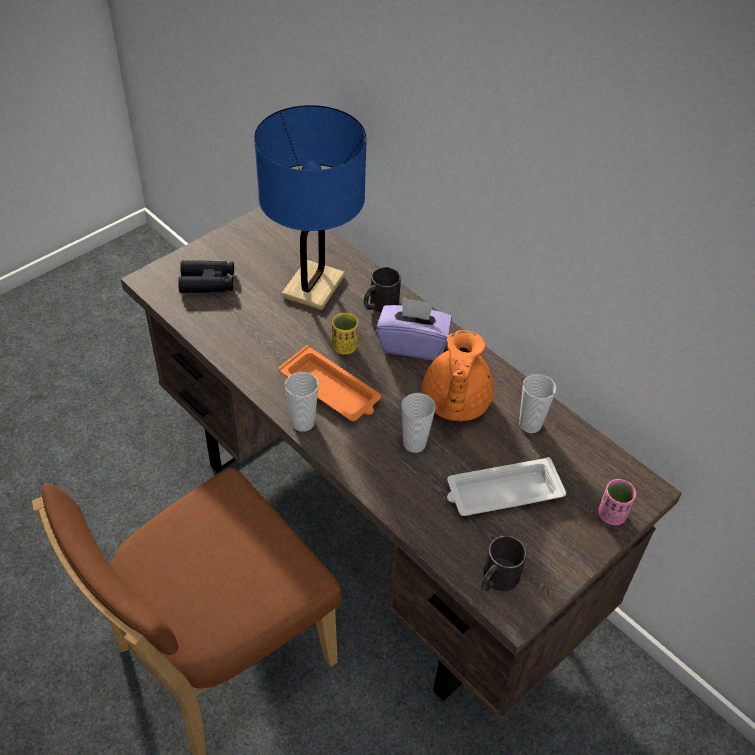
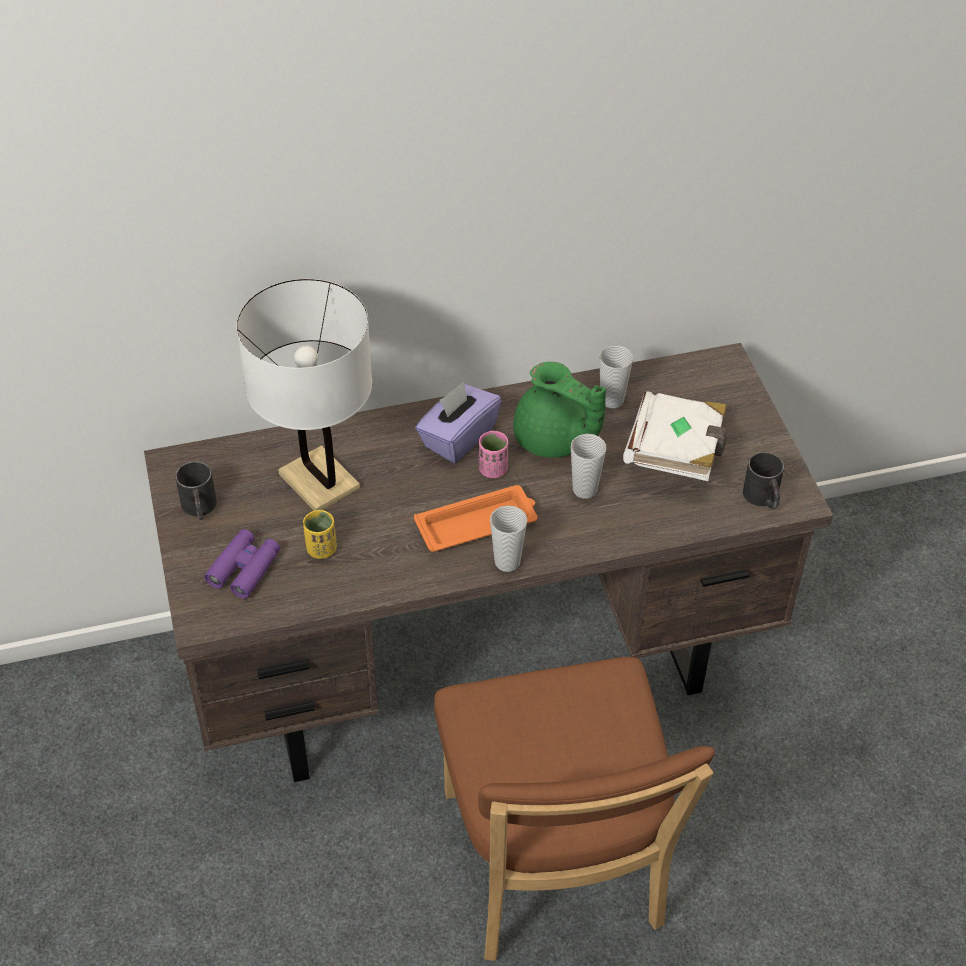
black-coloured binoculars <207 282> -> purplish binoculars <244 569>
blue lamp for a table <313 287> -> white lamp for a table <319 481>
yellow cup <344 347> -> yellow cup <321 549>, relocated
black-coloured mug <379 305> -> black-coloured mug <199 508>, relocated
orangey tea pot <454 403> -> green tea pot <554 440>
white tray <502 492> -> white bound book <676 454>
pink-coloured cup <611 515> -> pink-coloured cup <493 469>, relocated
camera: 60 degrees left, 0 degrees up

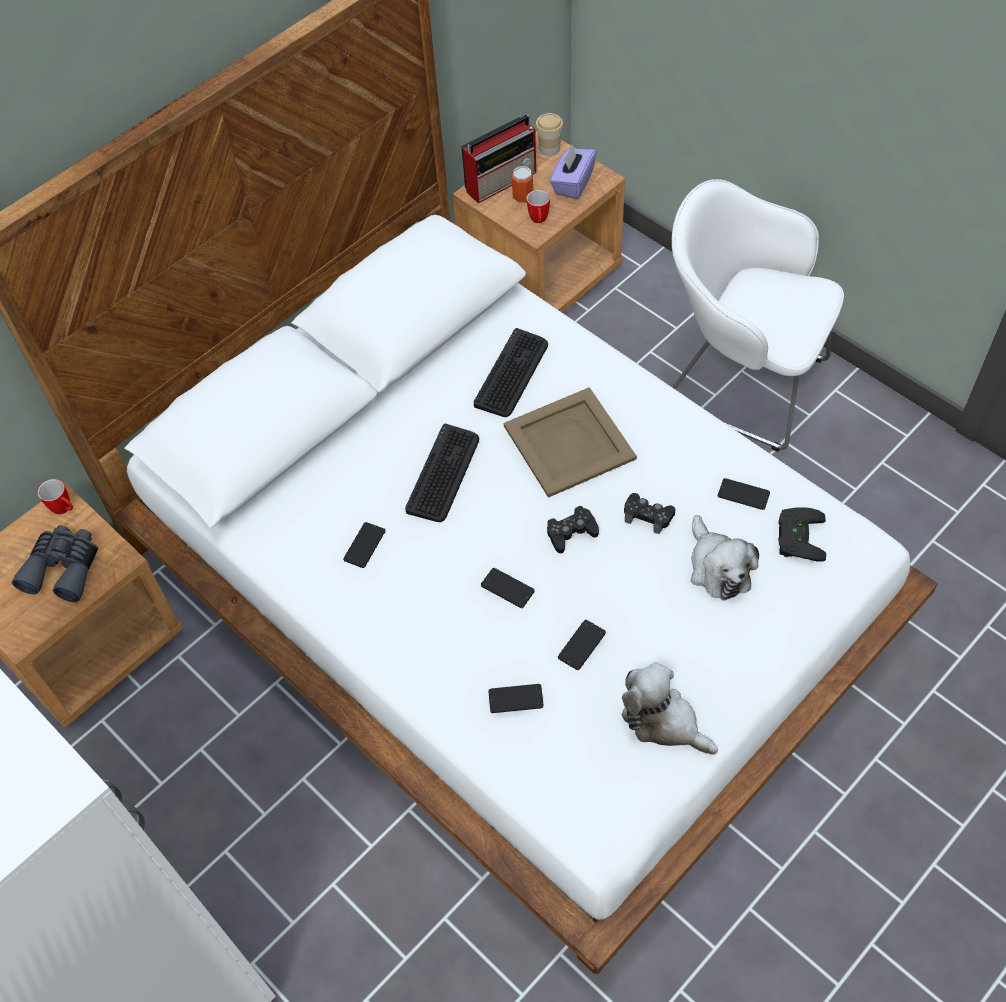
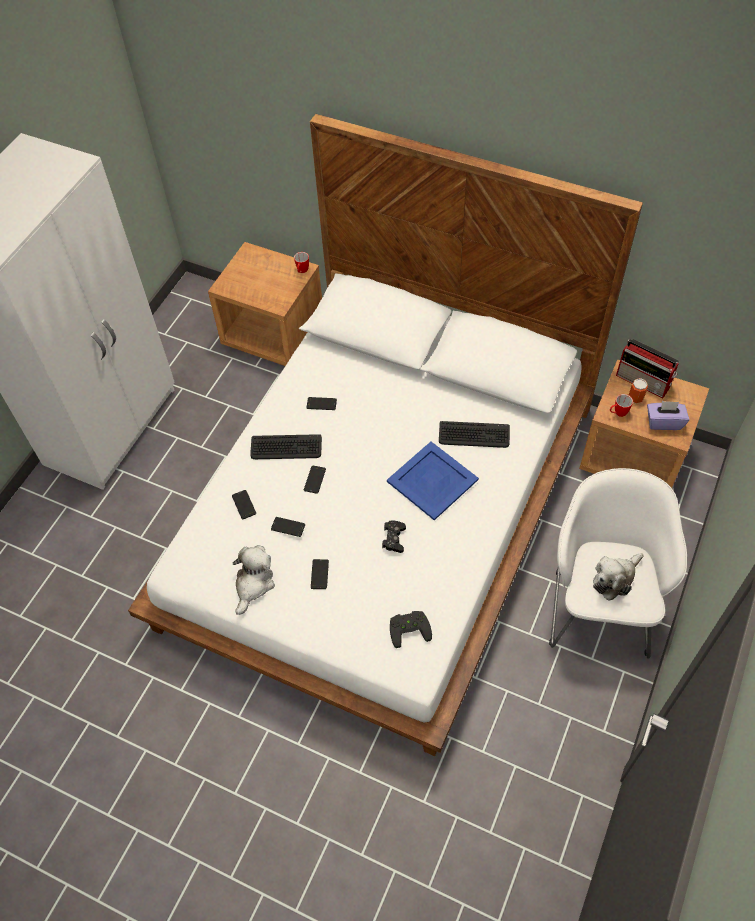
greyish binoculars <64 568> -> none
PC keyboard <443 474> -> PC keyboard <286 448>, relocated
beige tray <570 442> -> blue tray <432 481>
cup <549 149> -> none
black-coloured joypad <571 532> -> none
cuddly toy <718 567> -> cuddly toy <615 578>, relocated
phone <743 494> -> phone <319 574>, relocated
camera: 70 degrees right, 0 degrees up

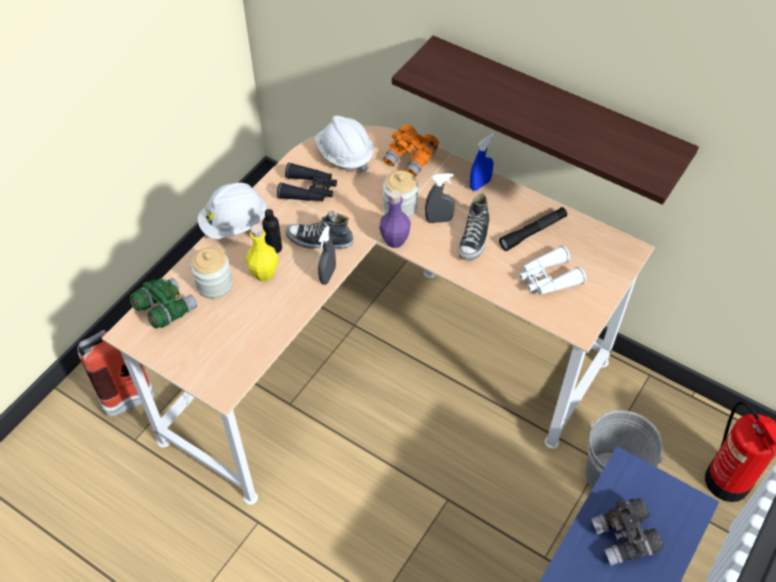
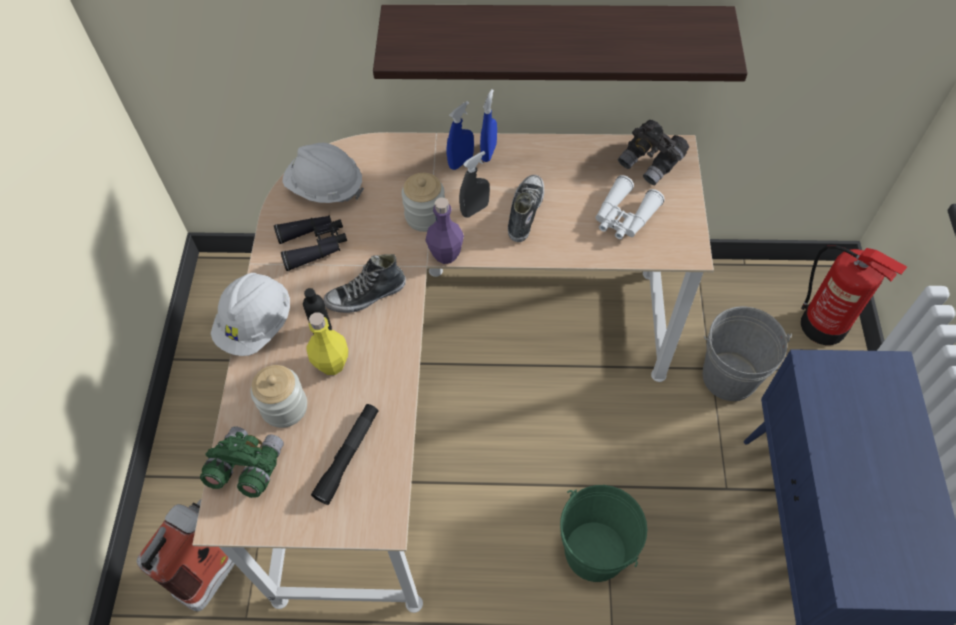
greyish hand sprayer <328 275> -> none
orangey binoculars <411 159> -> none
item of footwear <474 239> -> item of footwear <524 212>, 150 degrees counterclockwise
black-coloured torch <533 232> -> black-coloured torch <348 456>, relocated
greyish binoculars <624 539> -> greyish binoculars <651 162>, relocated
none -> blue hand sprayer <461 162>
none -> green water bucket <594 551>
camera: 30 degrees left, 5 degrees up

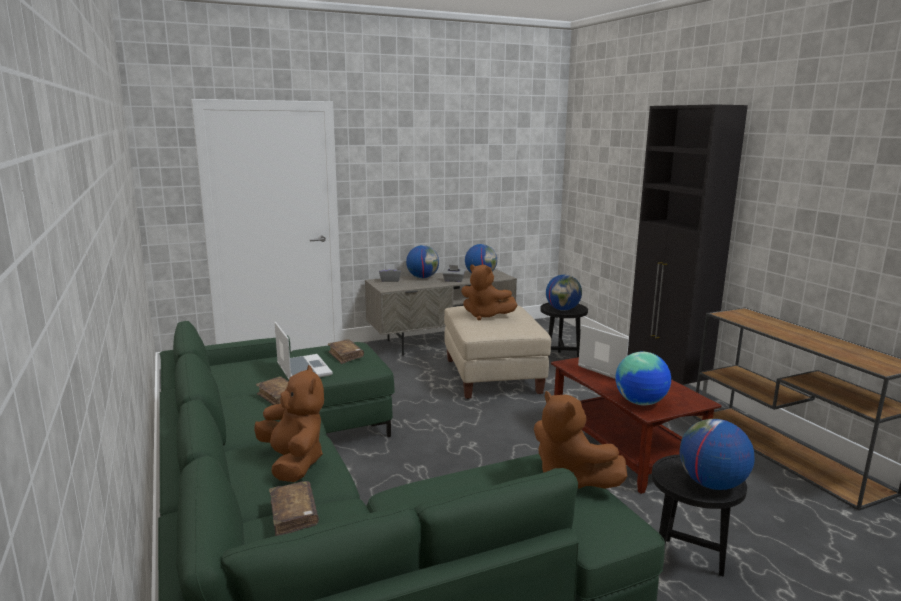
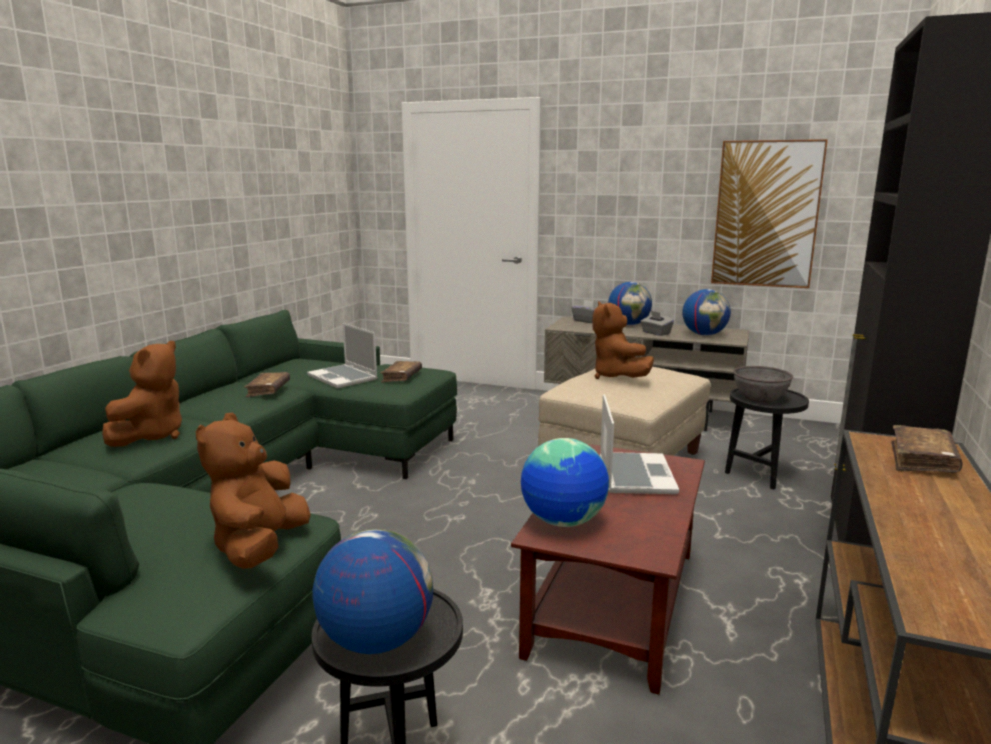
brown-coloured bound book <293 515> -> brown-coloured bound book <922 460>, relocated
portable computer <302 369> -> portable computer <344 378>, 120 degrees clockwise
world globe <563 309> -> greyish deep dish <760 397>
none -> wall art <766 214>
camera: 45 degrees right, 0 degrees up

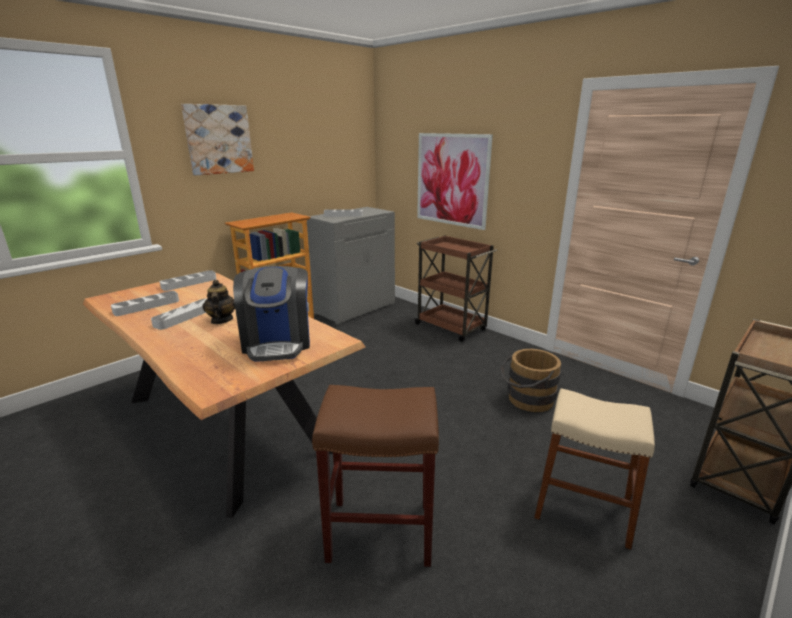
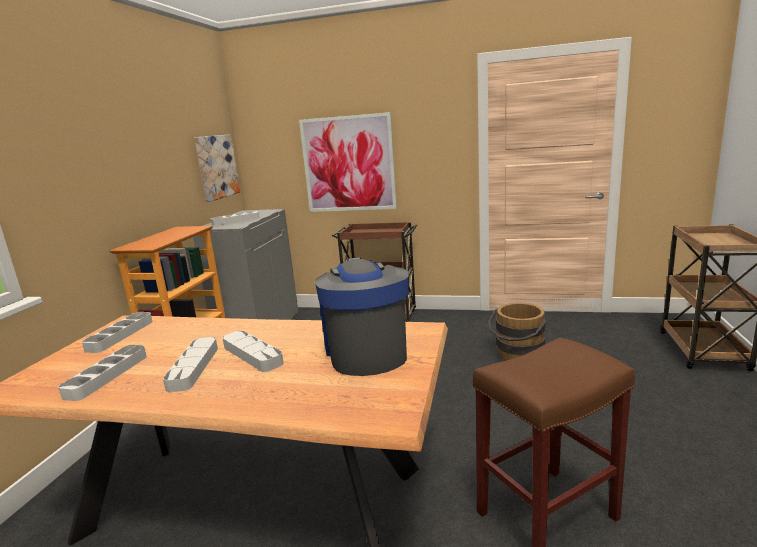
wall art <218 139> -> wall art <216 167>, relocated
tea pot <221 320> -> greyish tray <252 355>
coffee machine <277 342> -> coffee machine <366 351>, 150 degrees counterclockwise
beige stool seat <582 509> -> none
camera: 30 degrees left, 5 degrees down

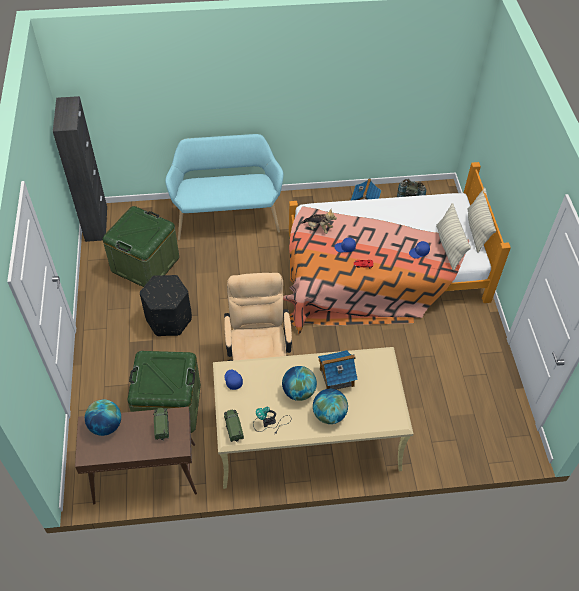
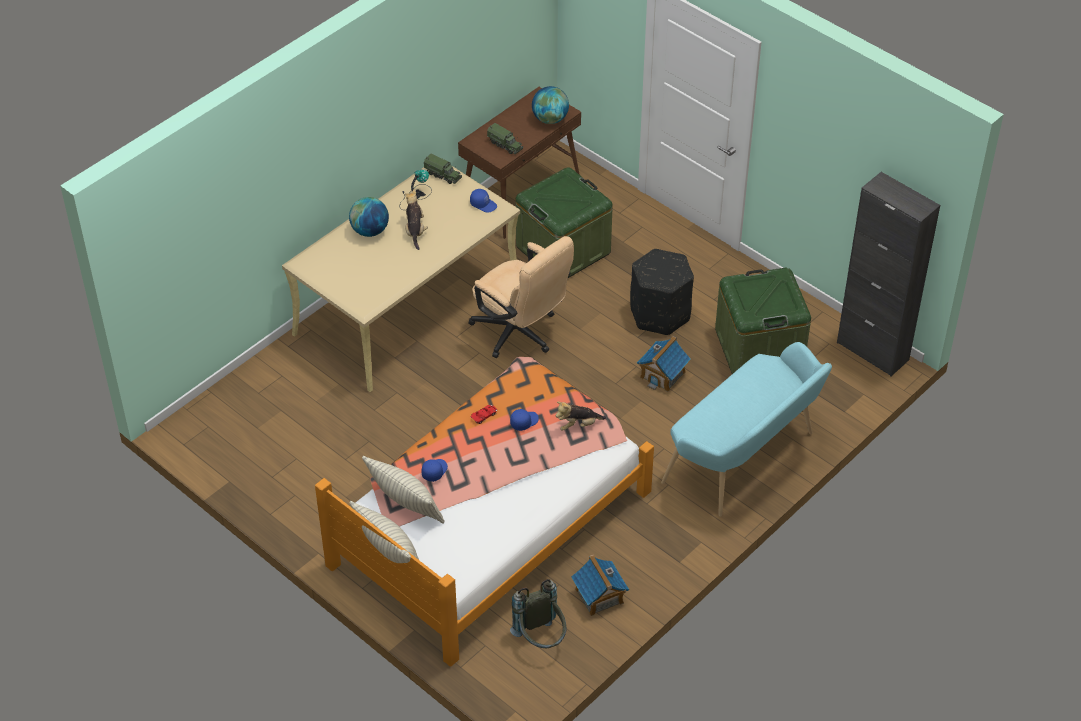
world globe <299 392> -> cuddly toy <415 231>
miniature house <336 377> -> miniature house <663 374>, relocated
camera: 140 degrees right, 5 degrees down

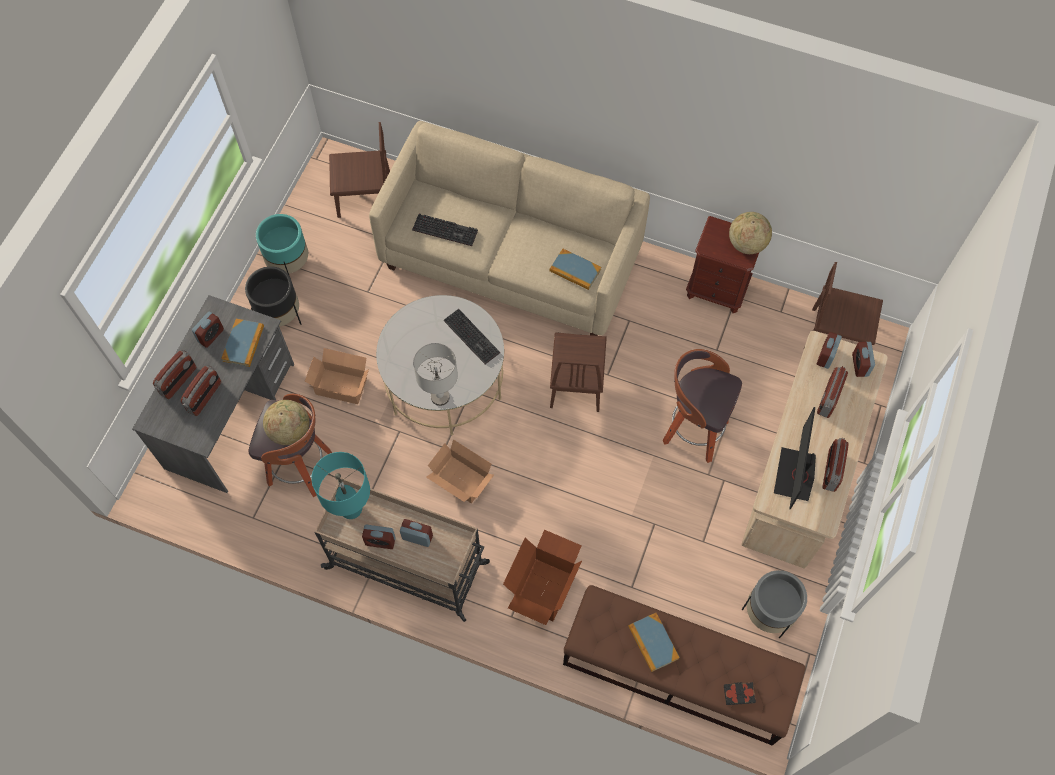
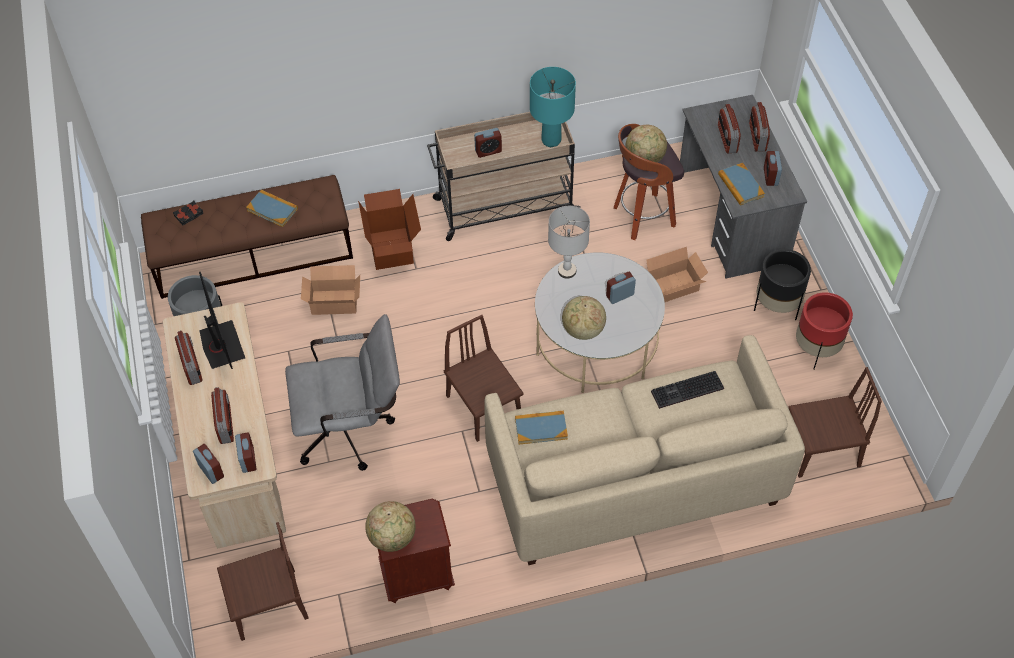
turquoise planter <289 265> -> red-coloured planter <816 349>
brown-coloured plain chair <364 197> -> brown-coloured plain chair <821 449>, 150 degrees counterclockwise
table clock <380 541> -> table clock <620 295>, relocated
carton <461 481> -> carton <333 300>, relocated
PC keyboard <473 337> -> world globe <583 330>
stool seat <693 431> -> greyish computer chair <352 429>
camera: 145 degrees right, 10 degrees down

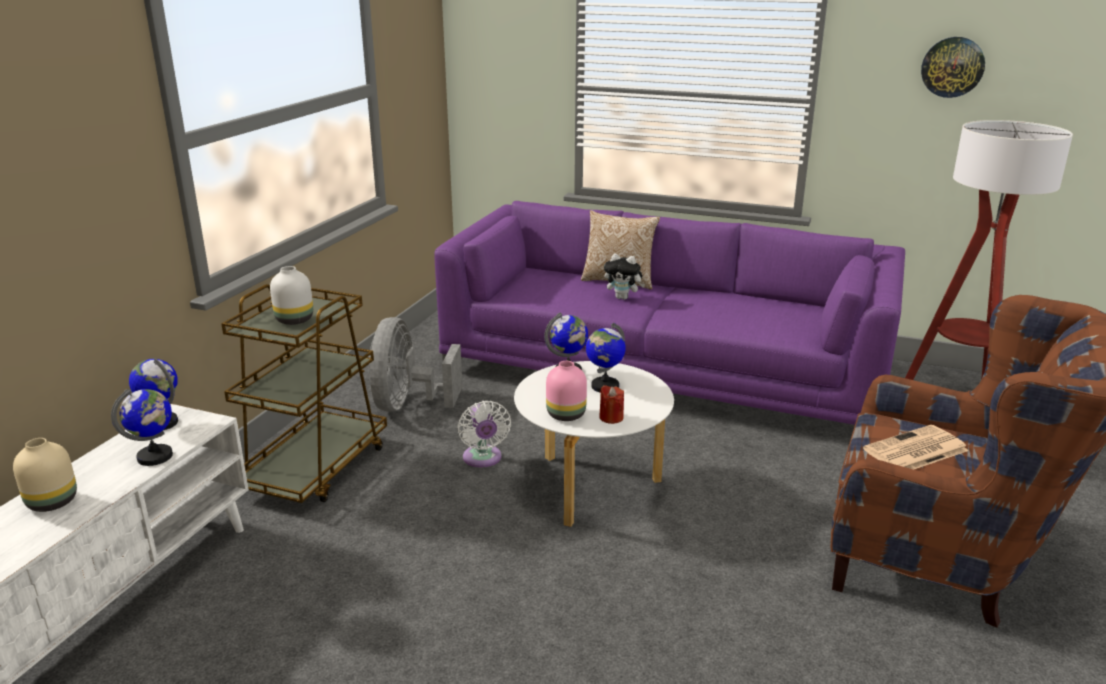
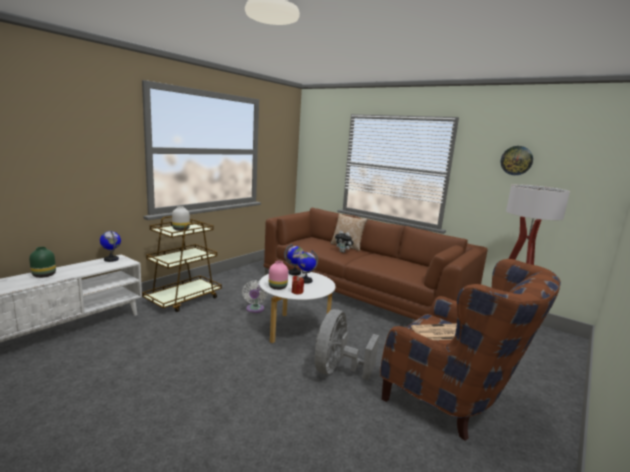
beige decorative vase <51 503> -> green decorative vase <43 275>
world globe <155 457> -> none
greyish fan <408 404> -> greyish fan <337 370>, relocated
purplish sofa <662 371> -> brown-coloured sofa <362 292>
camera: 15 degrees right, 10 degrees down

